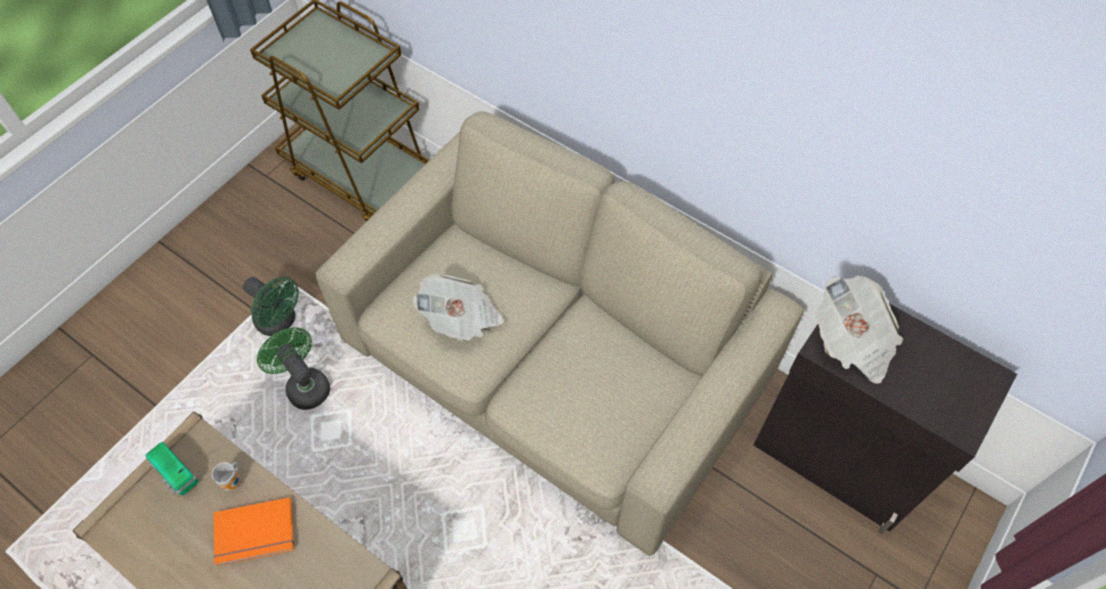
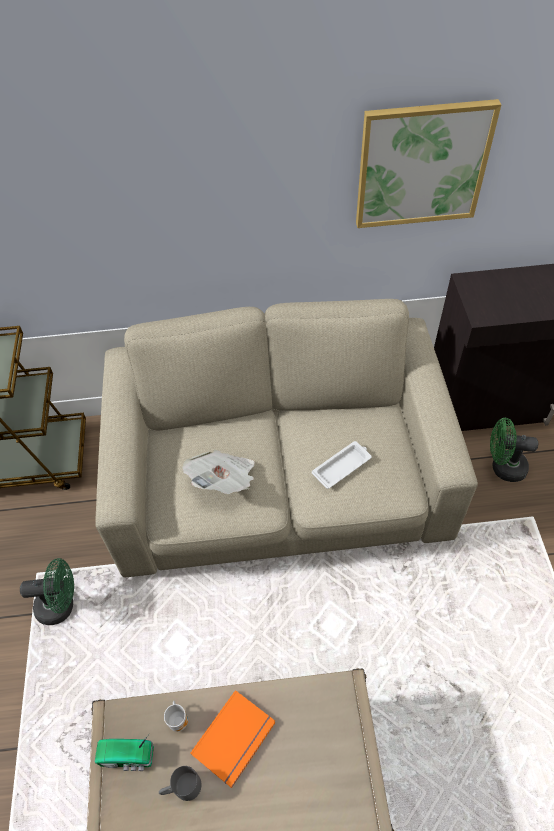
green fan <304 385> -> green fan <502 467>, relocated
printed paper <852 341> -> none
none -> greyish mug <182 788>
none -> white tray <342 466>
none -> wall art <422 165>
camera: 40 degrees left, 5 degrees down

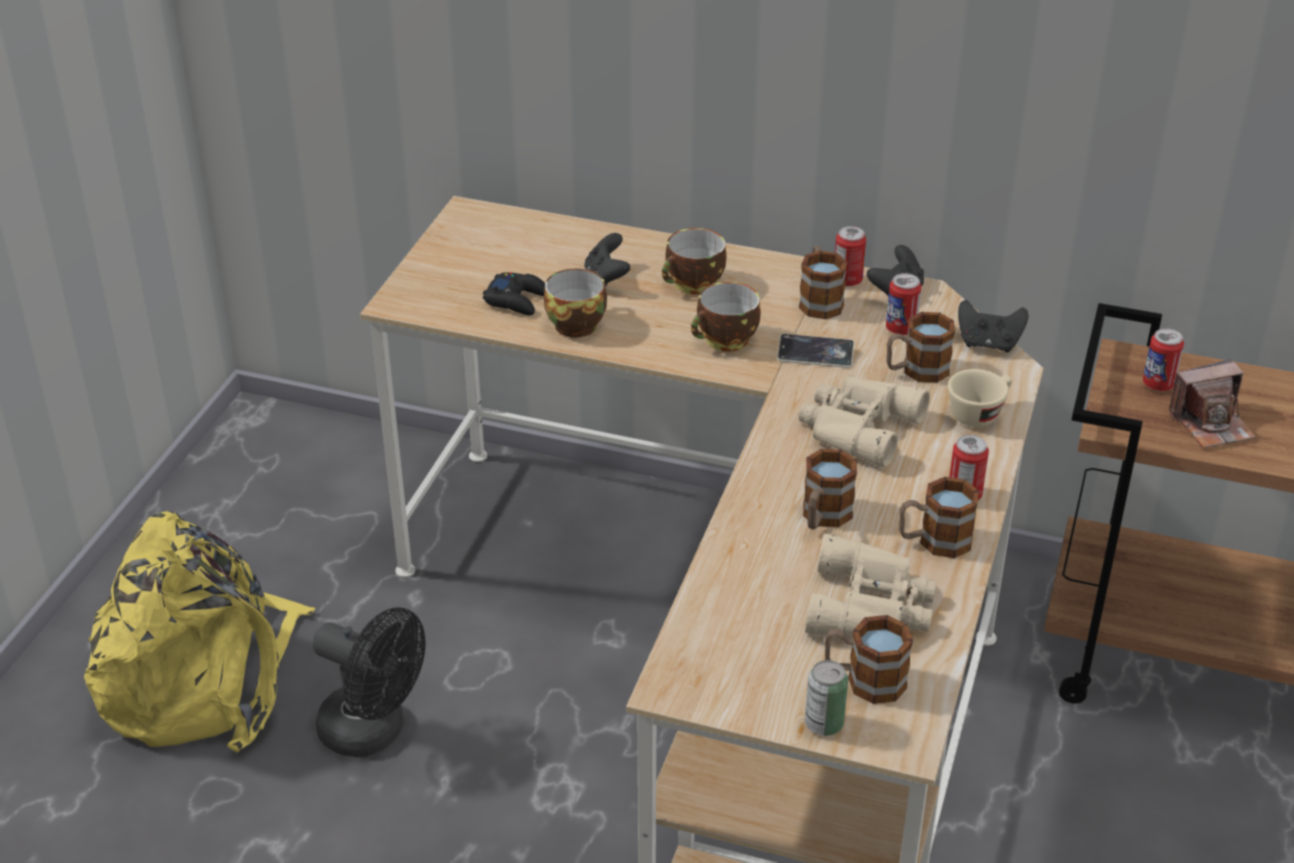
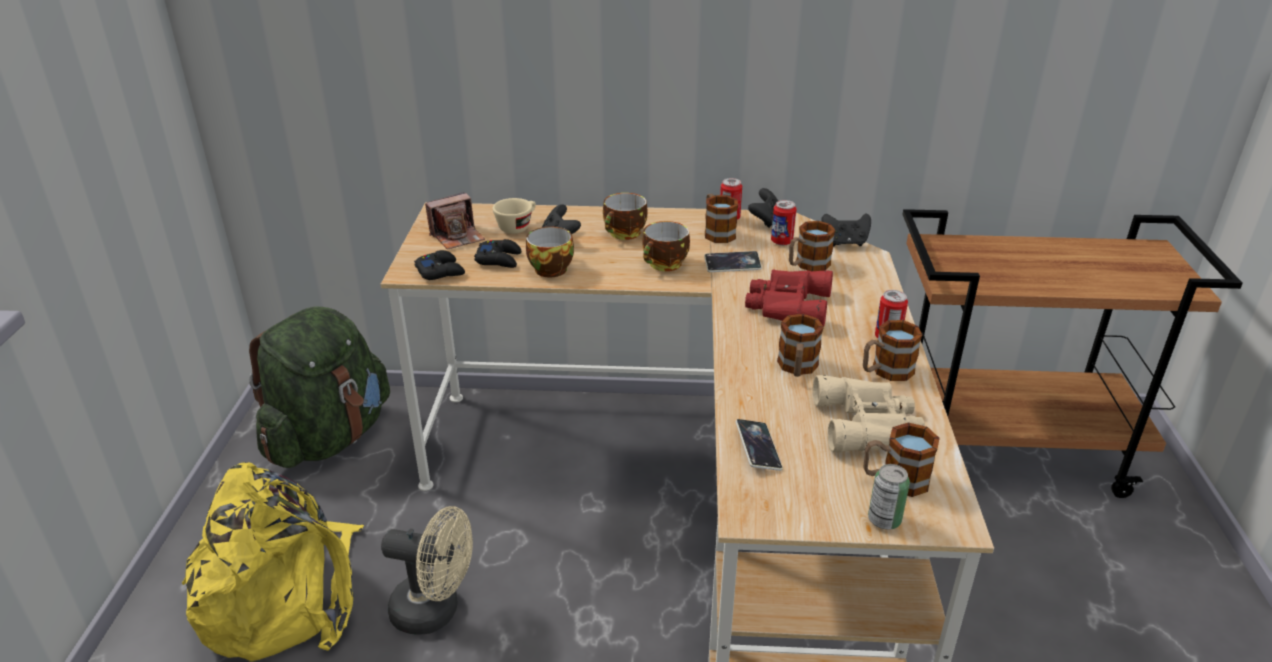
black-coloured fan <374 731> -> beige fan <435 611>
beige binoculars <856 427> -> red-coloured binoculars <786 305>
beige cup <979 412> -> beige cup <517 226>, relocated
metal can <1158 384> -> none
photo camera <1211 424> -> photo camera <457 236>, relocated
none -> green knapsack <329 437>
none -> black-coloured joypad <440 271>
none -> phone <758 448>
camera: 15 degrees left, 5 degrees down

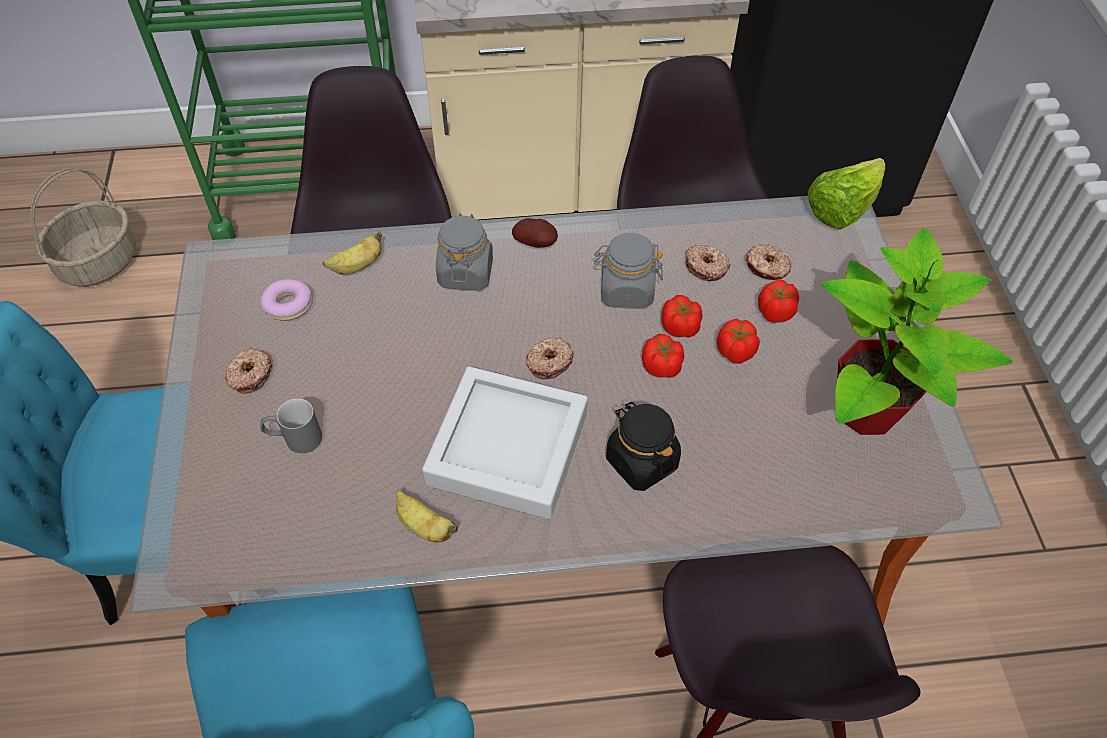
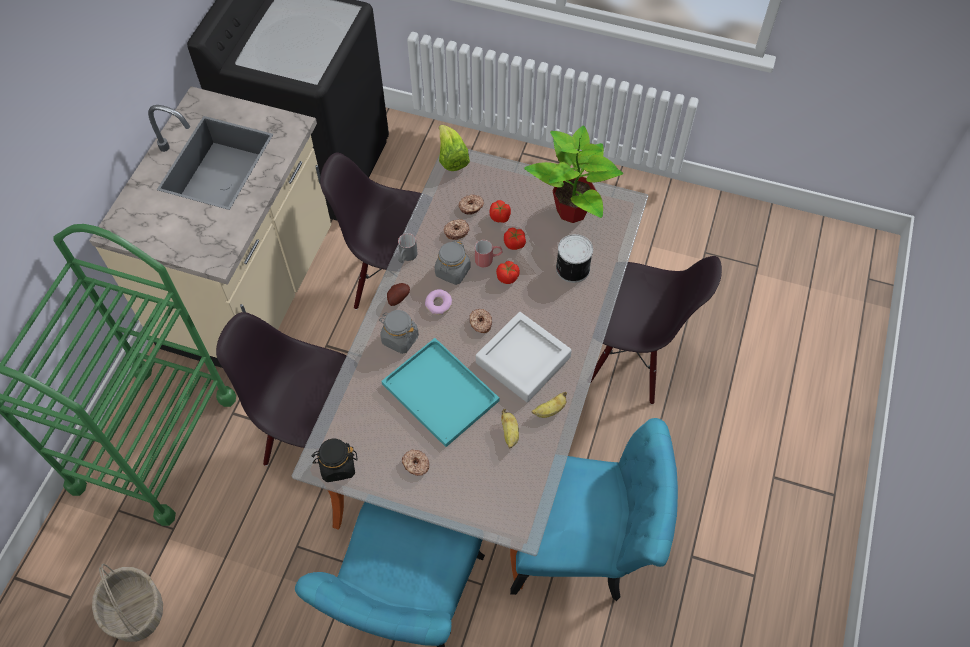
ring doughnut <288 305> -> ring doughnut <438 305>, relocated
greyish mug <294 438> -> greyish mug <406 257>, relocated
banana <357 266> -> banana <510 433>, relocated
black-coloured preserve jar <641 461> -> black-coloured preserve jar <337 466>, relocated
fresh tomato <680 327> -> red-coloured mug <488 259>
none -> turquoise tray <438 392>
none -> metal can <571 268>
camera: 65 degrees left, 5 degrees up

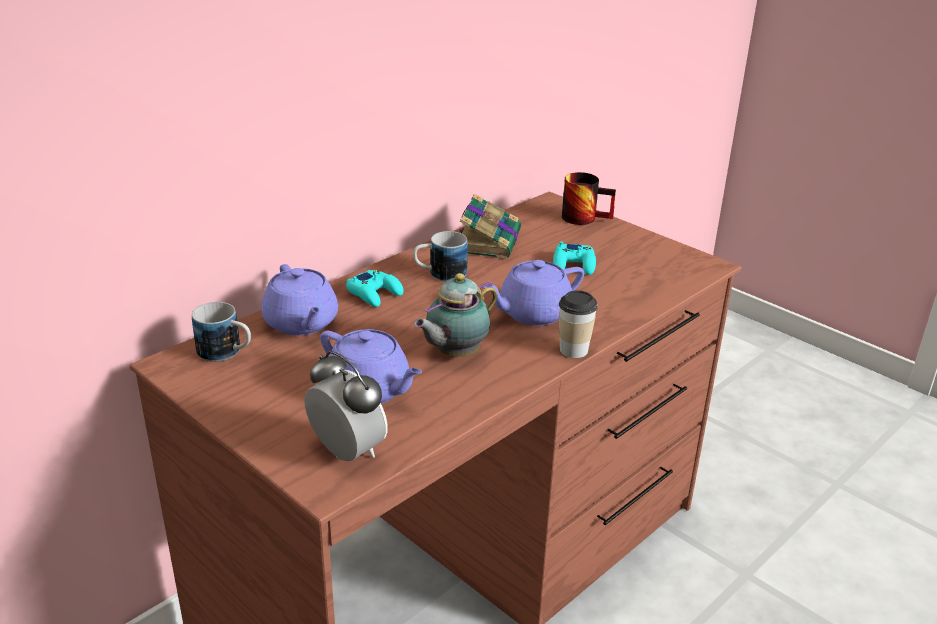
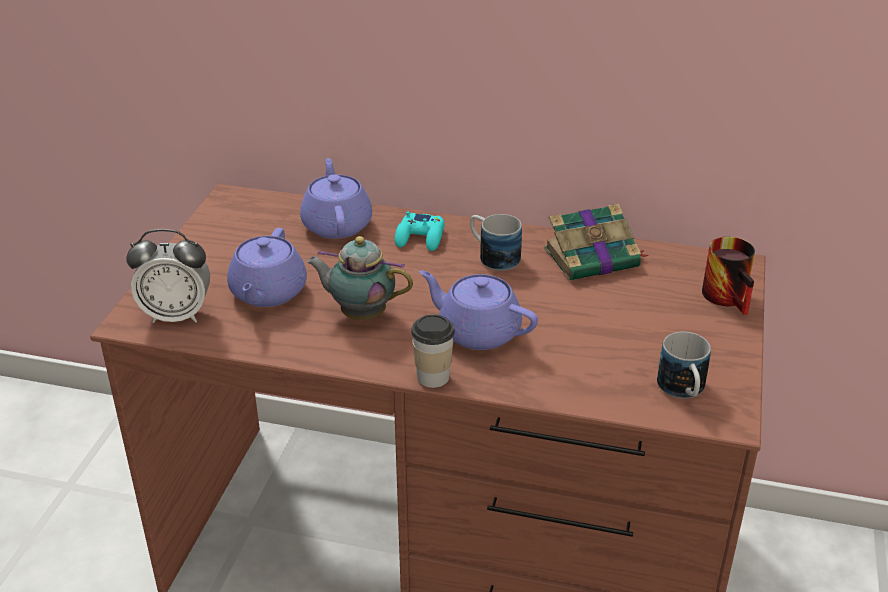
mug <227 353> -> mug <683 391>, relocated
purplish tea pot <301 323> -> purplish tea pot <337 224>, 135 degrees clockwise
table clock <347 452> -> table clock <177 315>, 75 degrees clockwise
turquoise joypad <574 265> -> none
camera: 60 degrees right, 5 degrees up

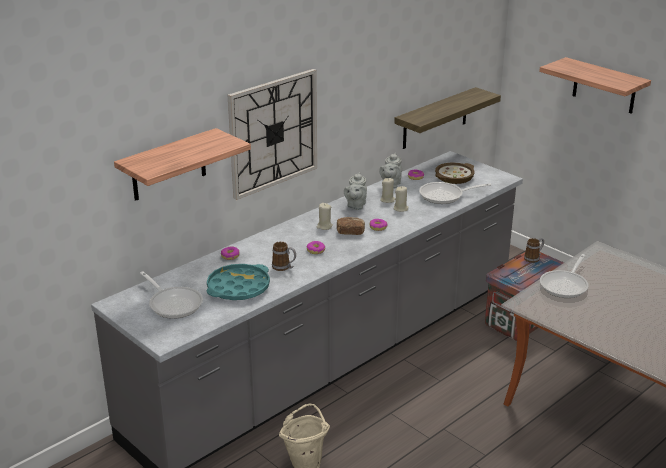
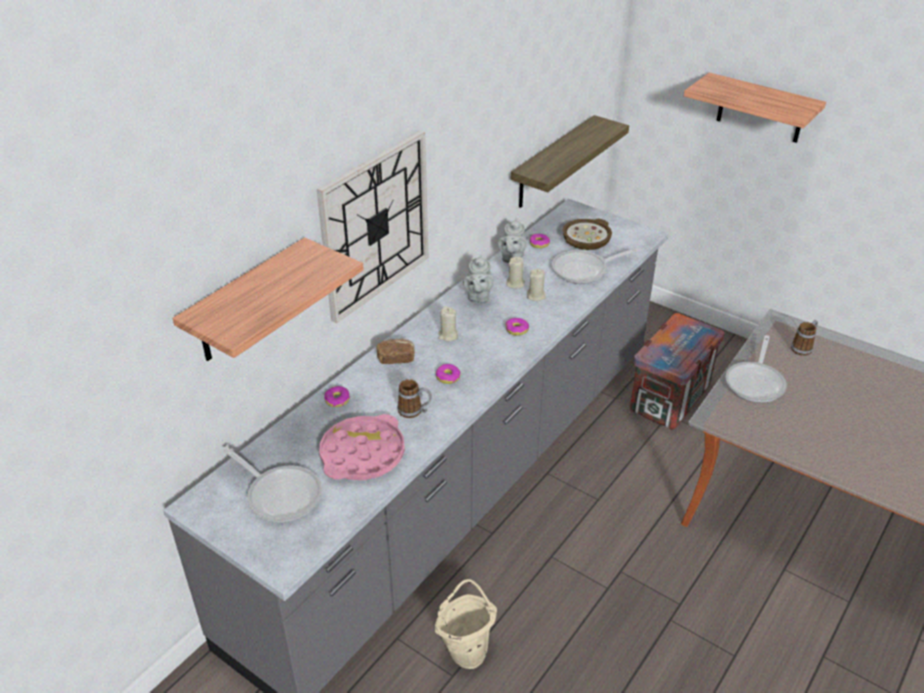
turquoise tray <238 287> -> pink-coloured tray <362 454>
bakery bread <350 232> -> bakery bread <396 358>, relocated
mug <533 258> -> mug <803 347>, relocated
camera: 10 degrees left, 10 degrees up

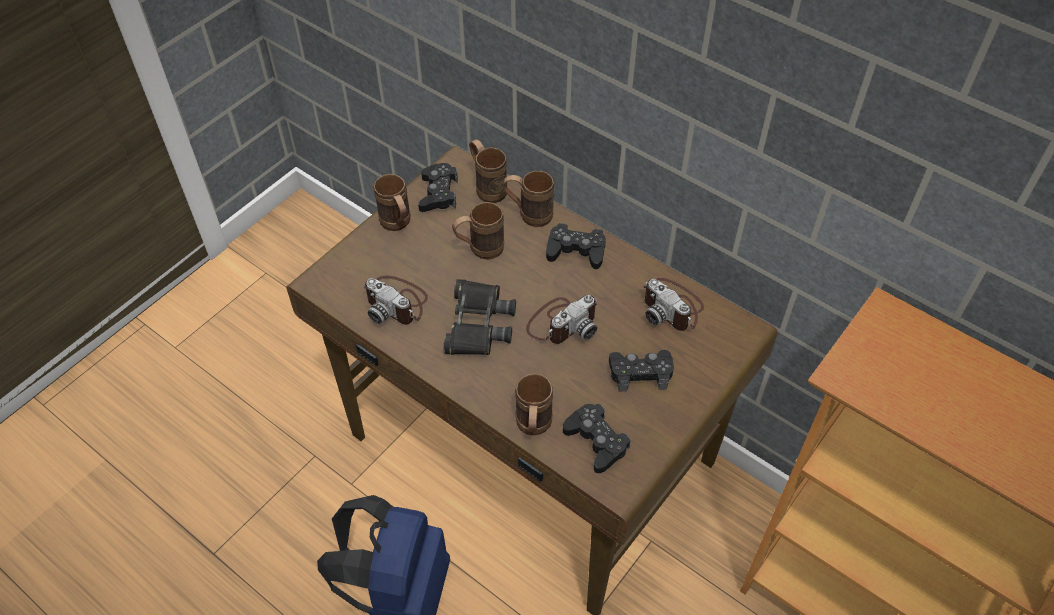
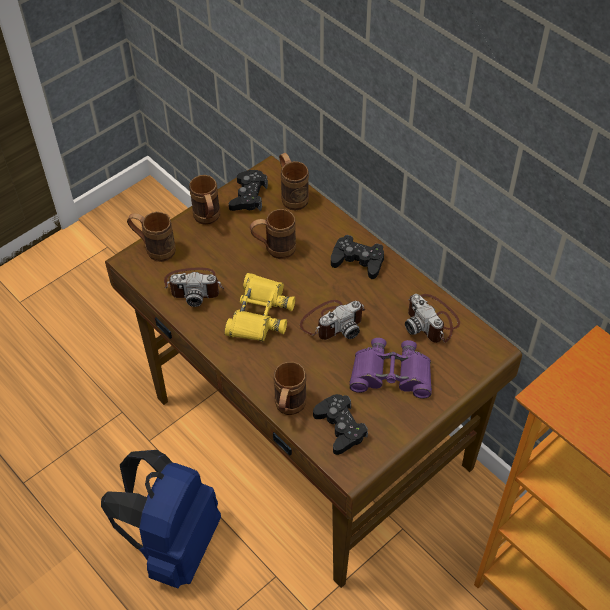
photo camera <397 302> -> photo camera <194 286>, 45 degrees counterclockwise
black-coloured binoculars <478 324> -> yellow binoculars <260 314>
brown-coloured mug <528 215> -> brown-coloured mug <154 249>, relocated
black-coloured joypad <640 373> -> purplish binoculars <391 374>
camera: 10 degrees right, 0 degrees up

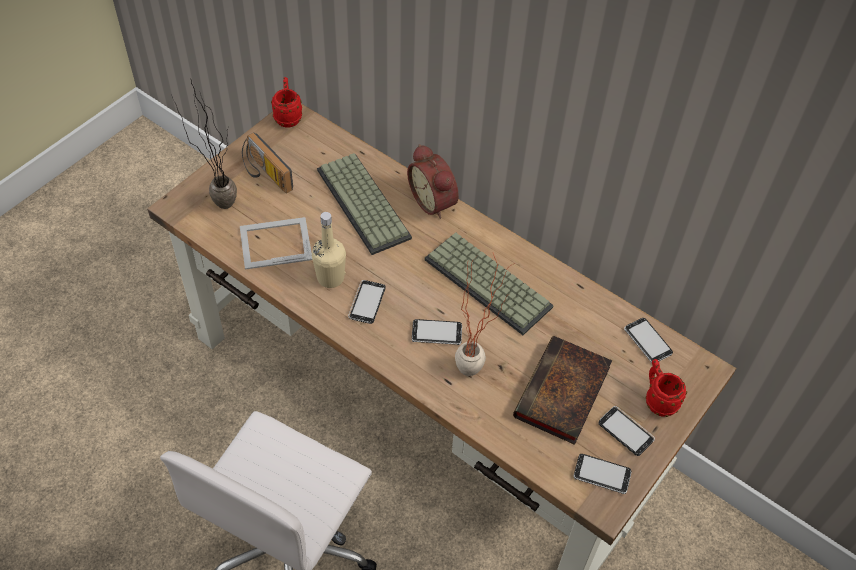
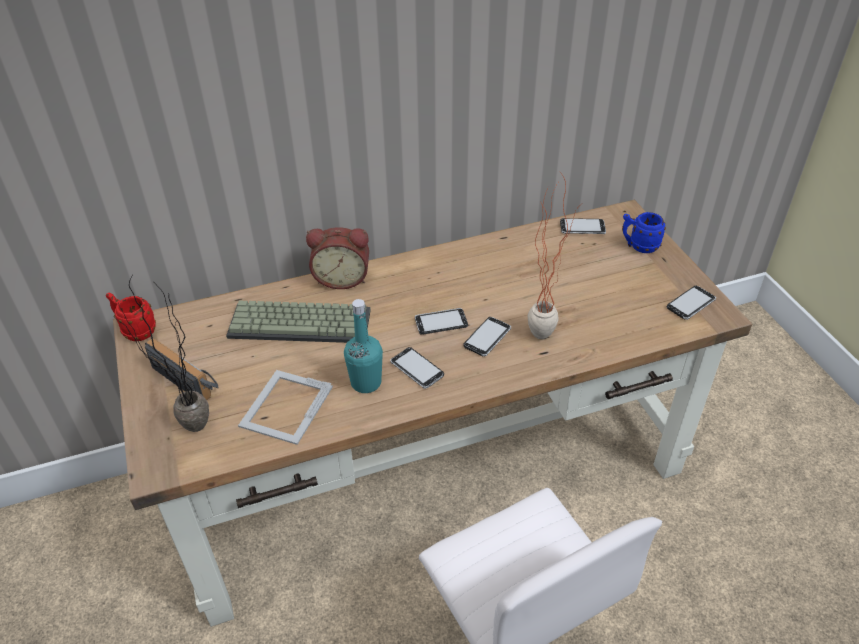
radio set <264 174> -> radio set <189 379>, 135 degrees counterclockwise
beige bottle <330 278> -> turquoise bottle <366 382>
PC keyboard <490 283> -> none
bound book <562 395> -> none
phone <625 431> -> phone <441 322>, relocated
red-coloured mug <658 400> -> blue mug <638 246>
camera: 55 degrees left, 10 degrees down

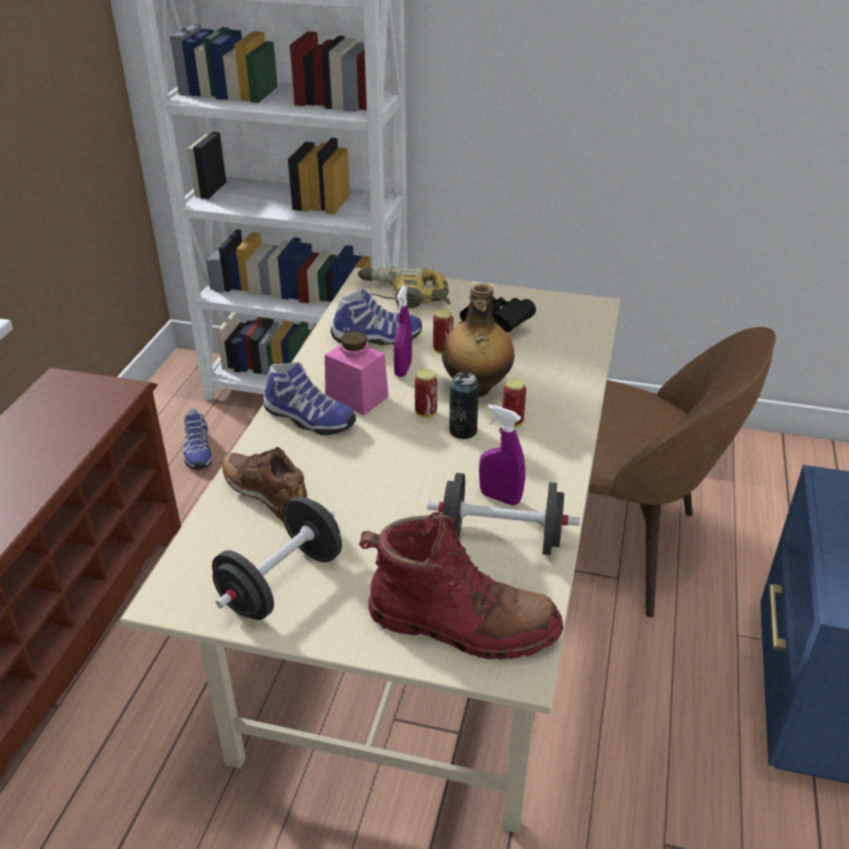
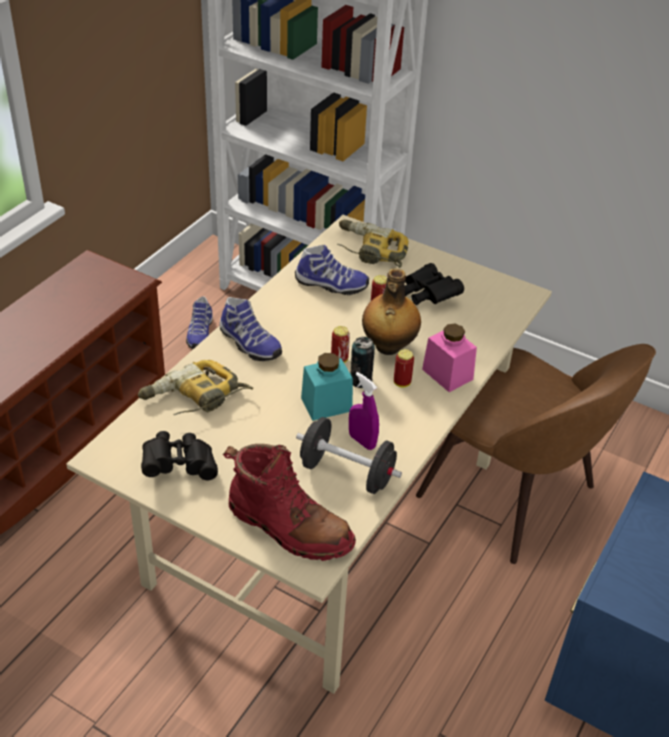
black-coloured hand weight <281 583> -> black-coloured binoculars <179 466>
brown-coloured item of footwear <266 496> -> electric drill <194 399>
pink-coloured preserve jar <357 397> -> pink-coloured preserve jar <447 374>, relocated
purplish hand sprayer <403 369> -> none
none -> turquoise preserve jar <326 404>
camera: 15 degrees right, 5 degrees up

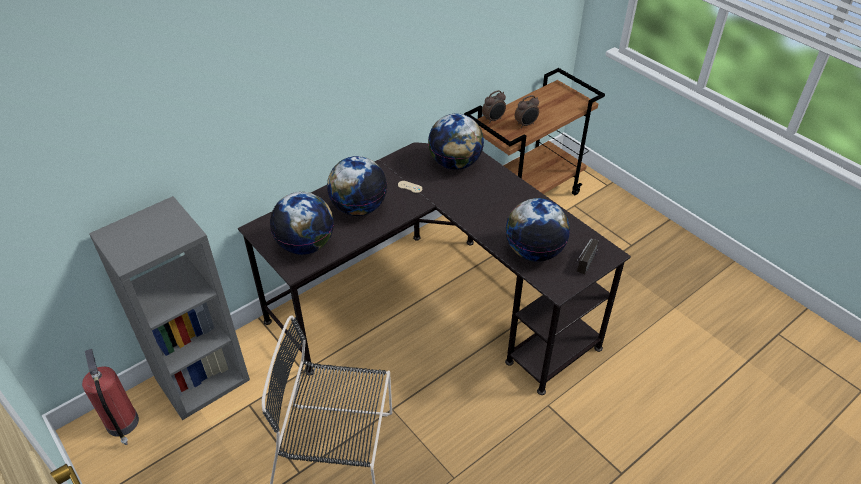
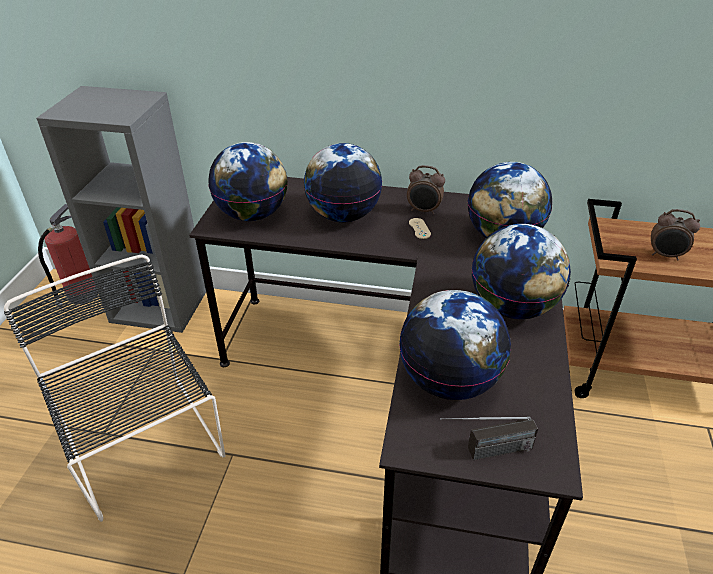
table clock <493 120> -> table clock <423 210>, relocated
none -> world globe <512 307>
camera: 50 degrees right, 5 degrees down

